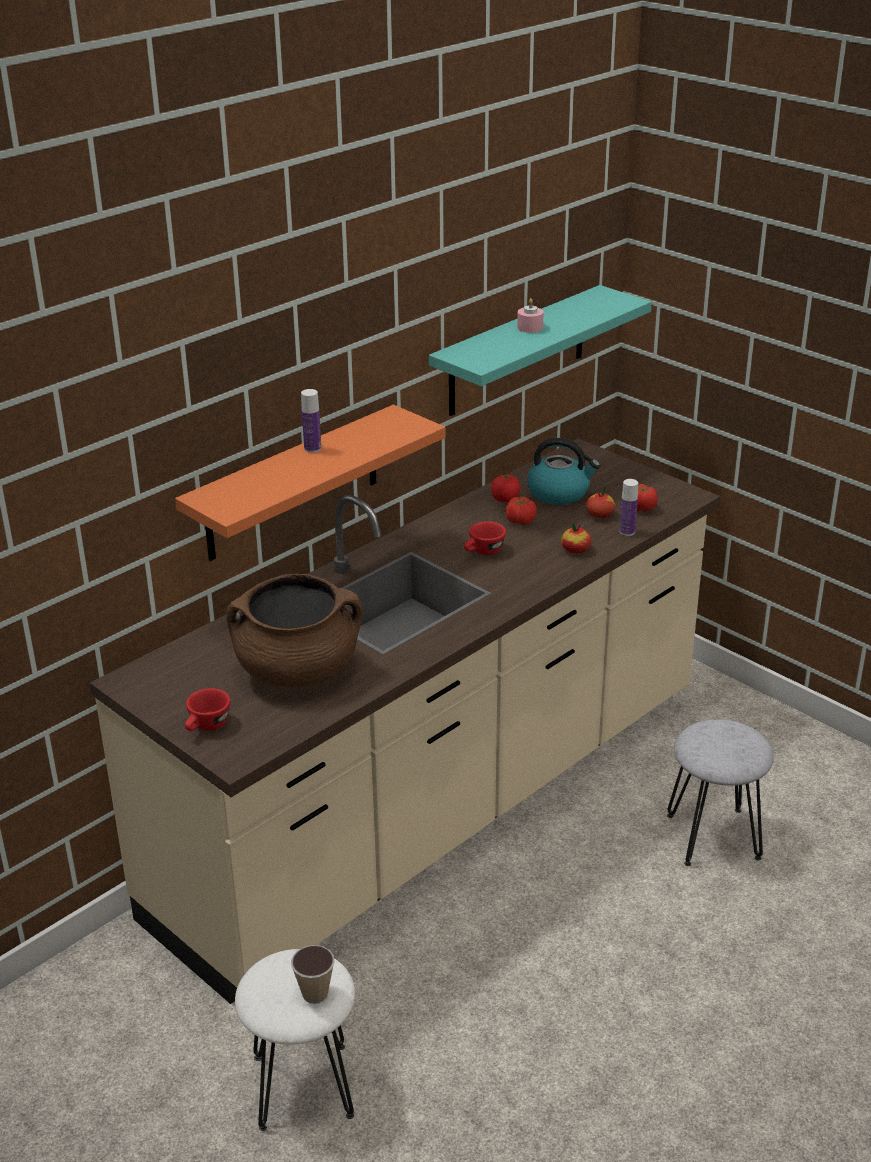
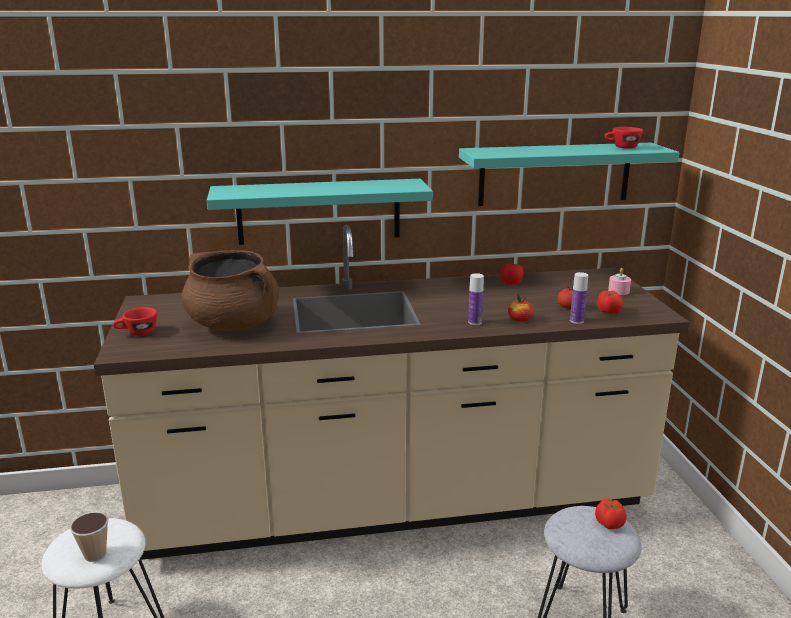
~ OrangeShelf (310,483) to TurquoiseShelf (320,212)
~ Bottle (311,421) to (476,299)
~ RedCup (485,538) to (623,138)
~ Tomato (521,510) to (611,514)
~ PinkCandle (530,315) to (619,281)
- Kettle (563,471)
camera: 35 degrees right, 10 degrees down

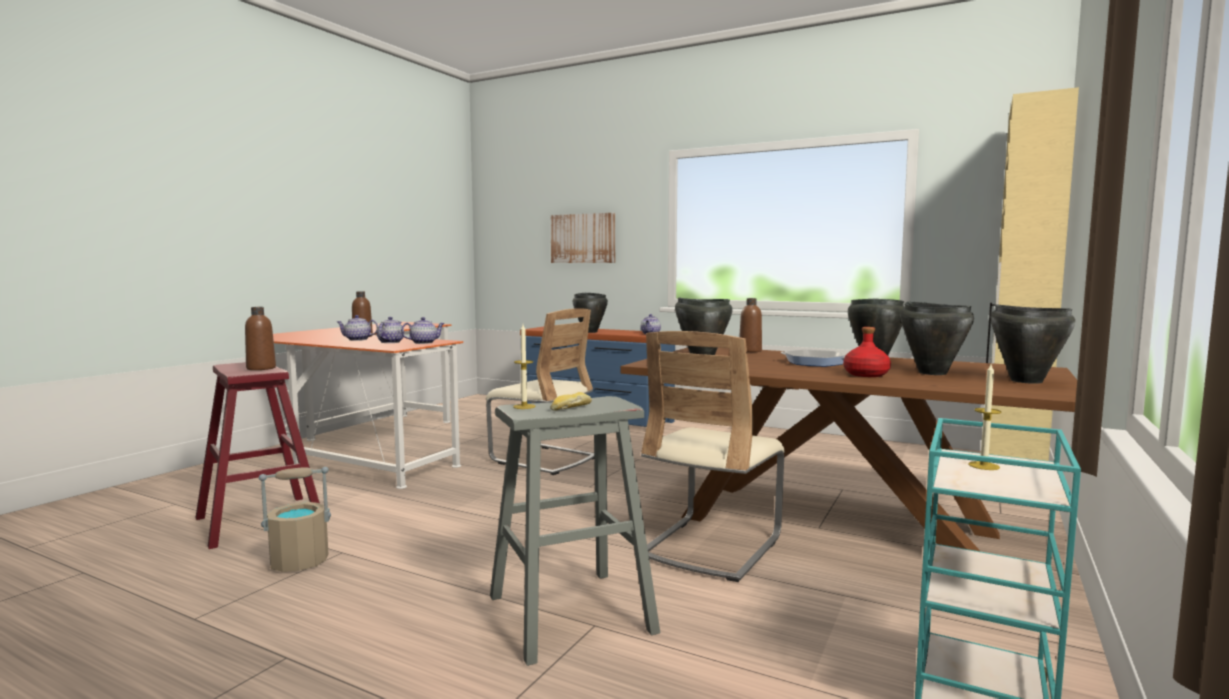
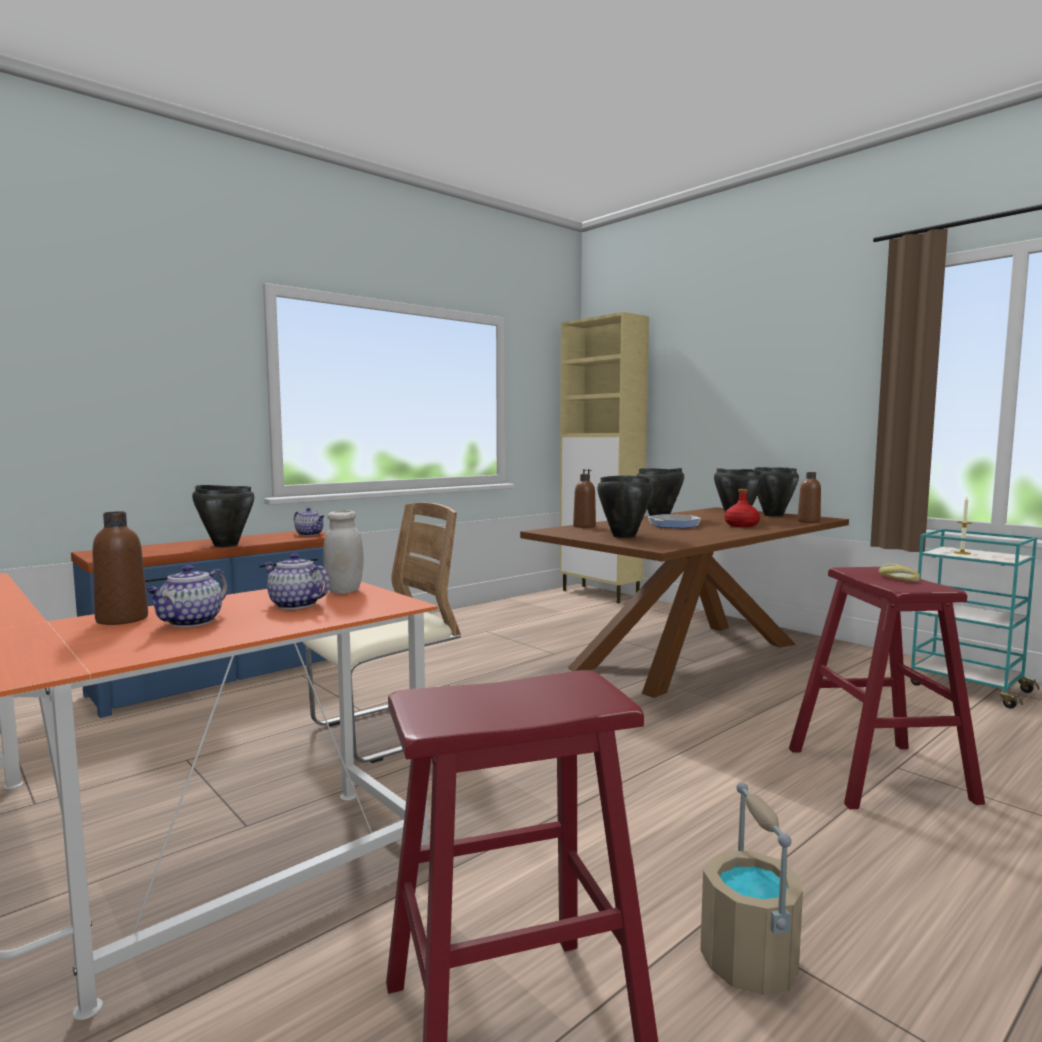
~ BrownBottle (260,338) to (809,497)
~ Teapot (423,330) to WhiteJar (343,552)
~ GreyStool (575,531) to RedStool (887,688)
- Candle (524,366)
- Picture (583,238)
- BeigeChair (713,456)
camera: 70 degrees left, 0 degrees up

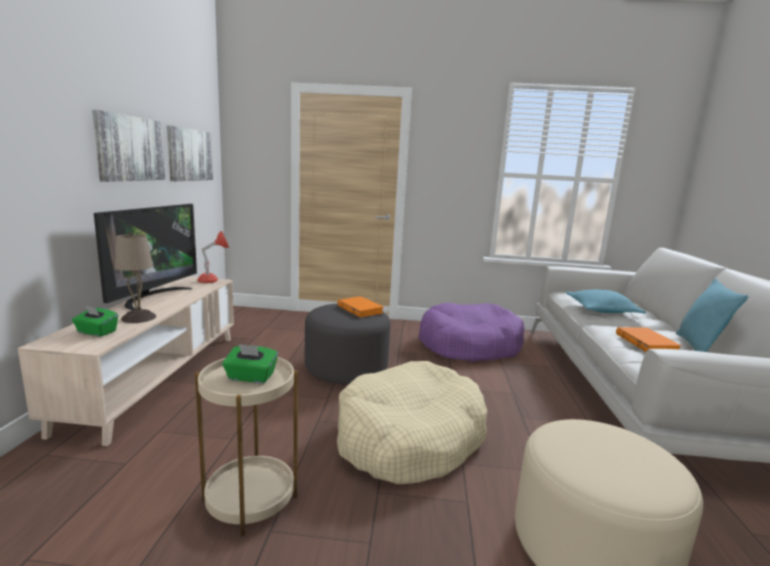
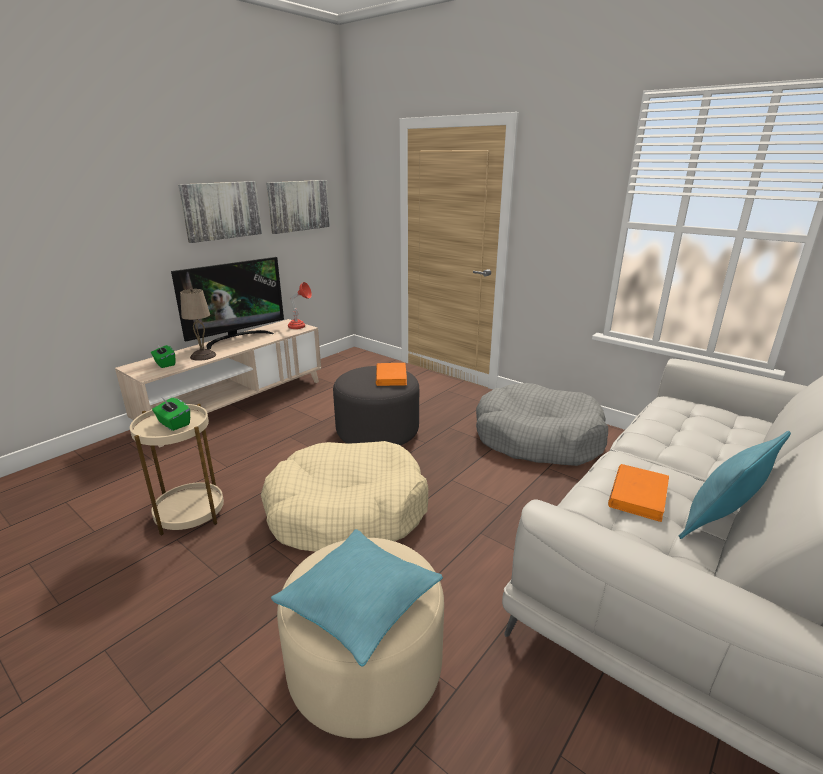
~ PurpleDogBed (471,332) to GreyDogBed (542,424)
~ TurquoisePillow (606,301) to (357,597)
camera: 35 degrees right, 10 degrees up

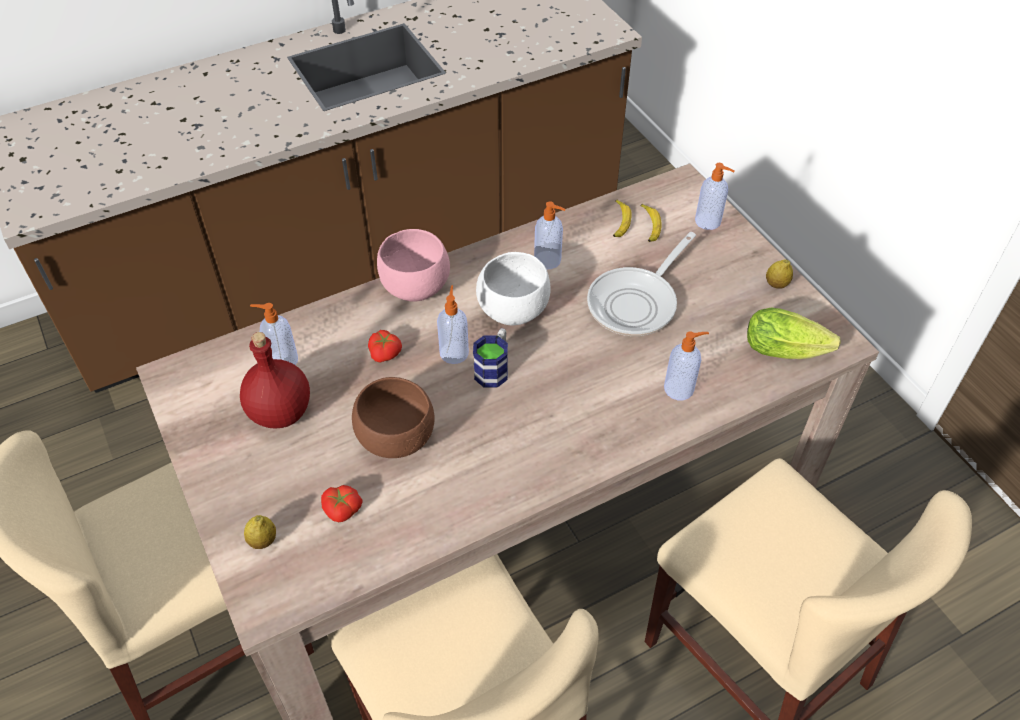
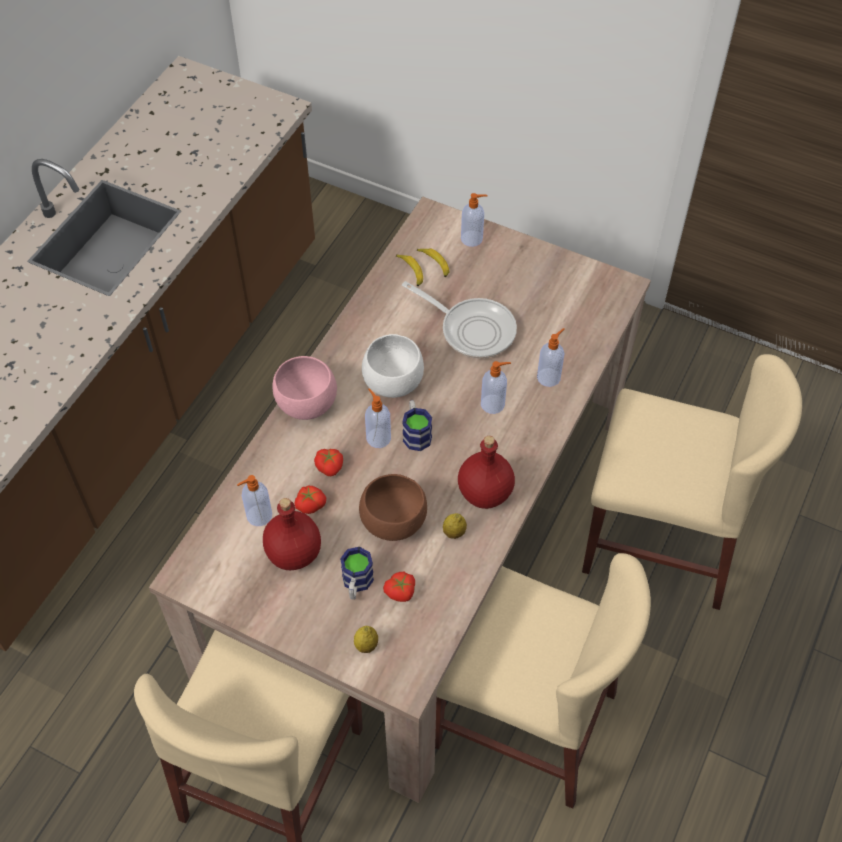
~ SoapDispenser (550,235) to (496,387)
~ FryingPan (641,284) = (459,319) 60 degrees counterclockwise
- Lettuce (794,333)
~ Lemon (779,274) to (455,526)
+ Tomato (310,499)
+ Mug (357,573)
+ RedBottle (486,472)
camera: 35 degrees left, 5 degrees up

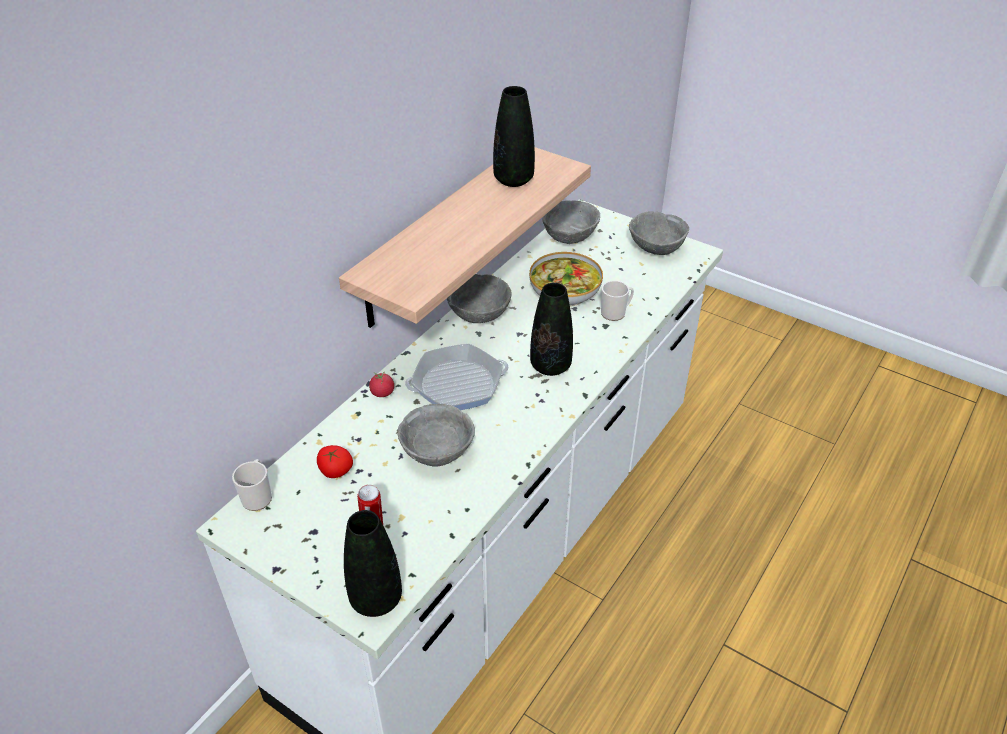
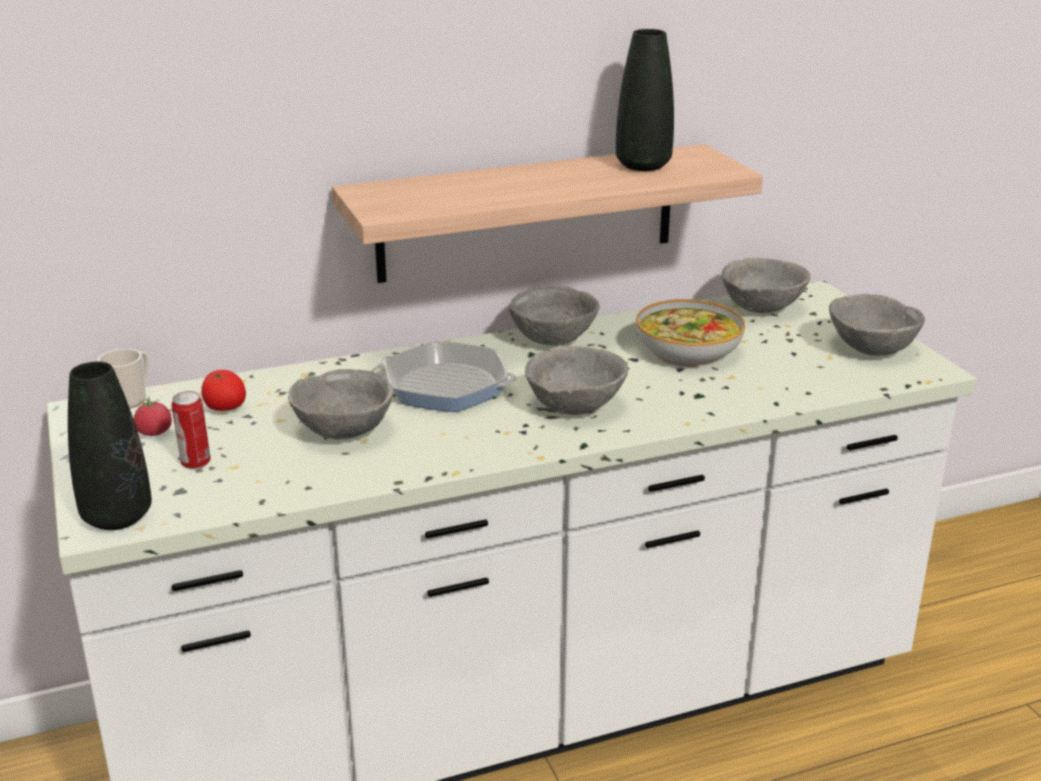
~ Tomato (381,384) to (153,416)
~ BlackVase (551,329) to GreyBowl (576,380)
- Mug (617,301)
camera: 35 degrees right, 15 degrees down

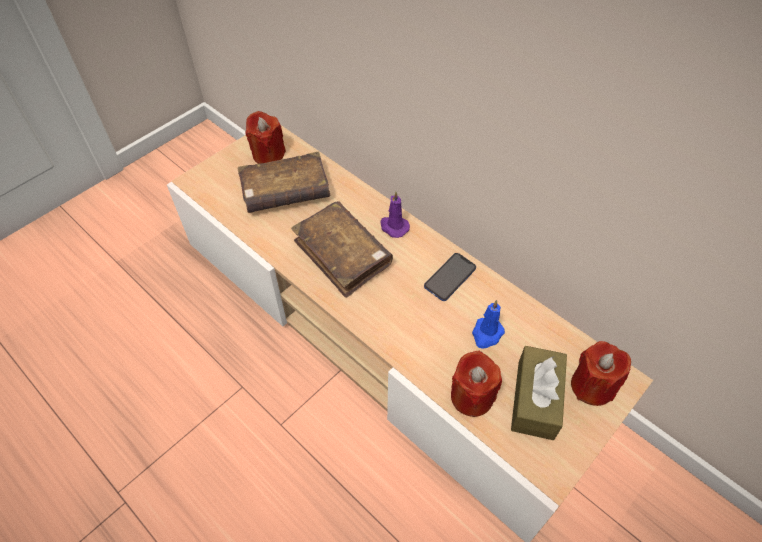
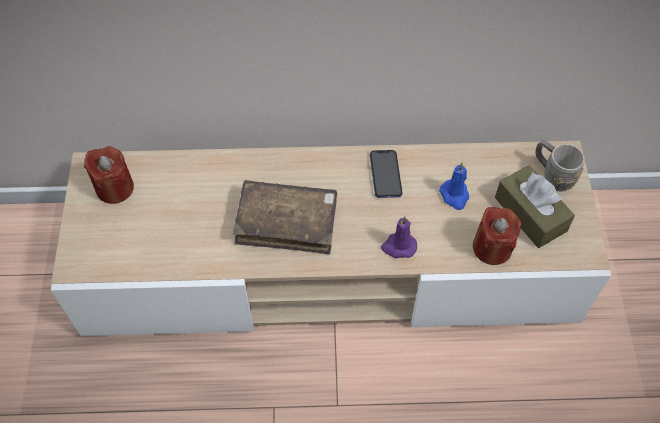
- BrownBook (284,182)
~ PurpleCandle (395,214) to (399,237)
~ RedCandle (601,373) to GreyMug (560,165)
camera: 45 degrees left, 5 degrees up

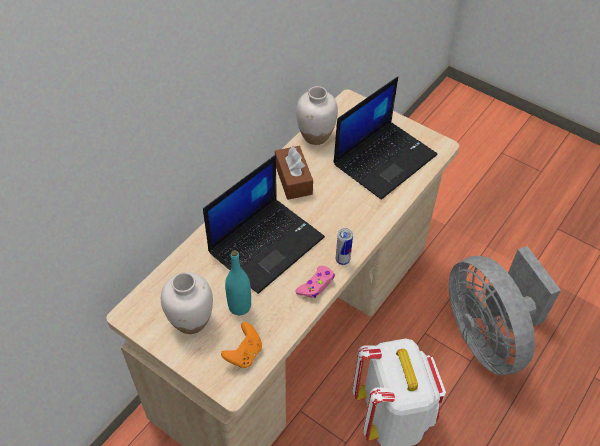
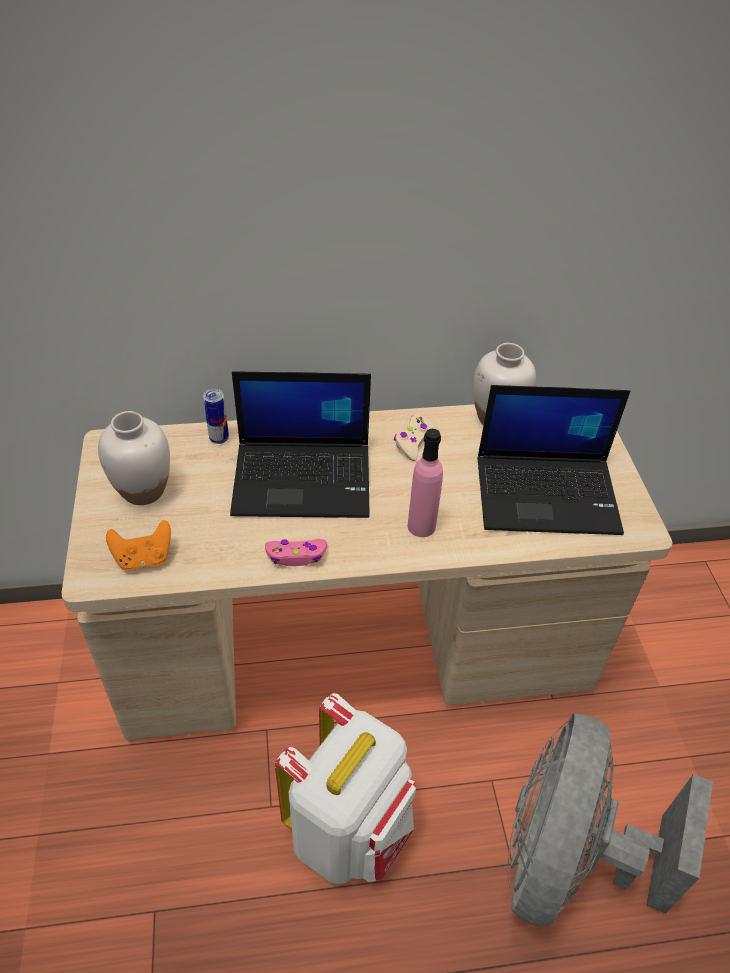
- TurquoiseBottle (238,282)
~ BrownTissueBox (294,173) to BeigeGameController (416,437)
~ Can (344,246) to (216,416)
+ PinkBottle (425,483)
camera: 45 degrees right, 5 degrees down

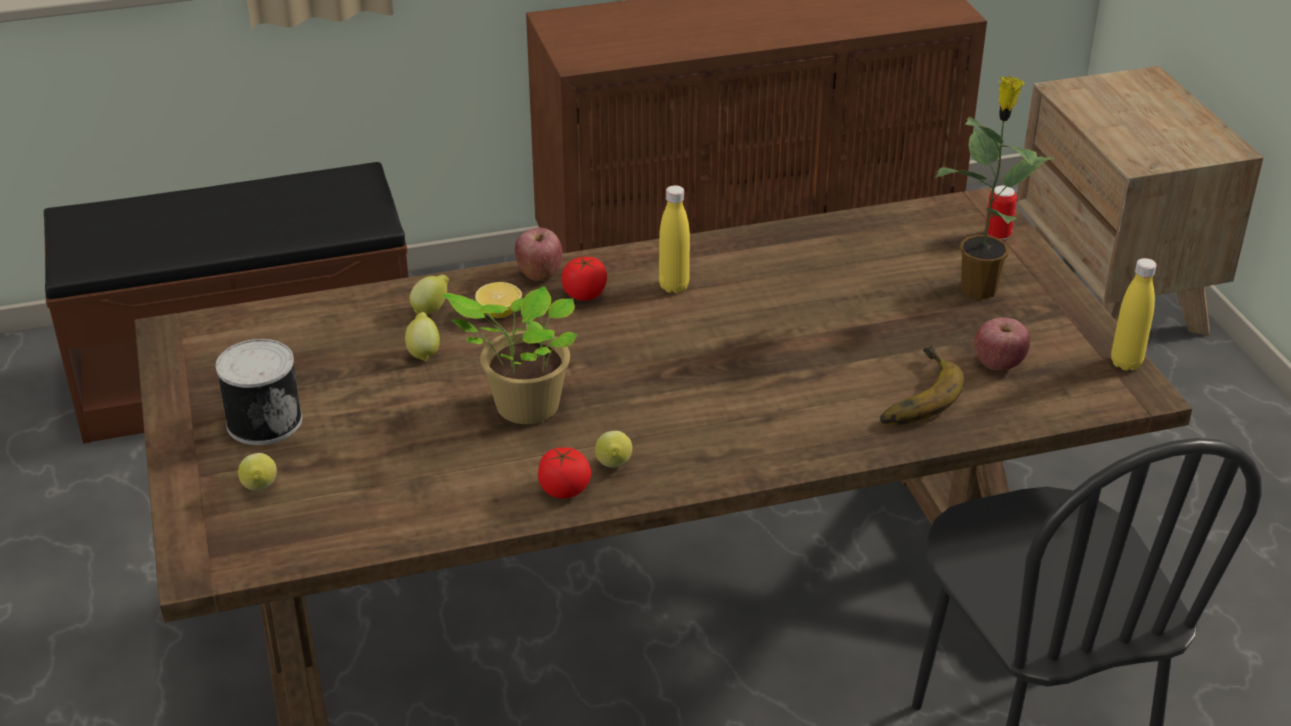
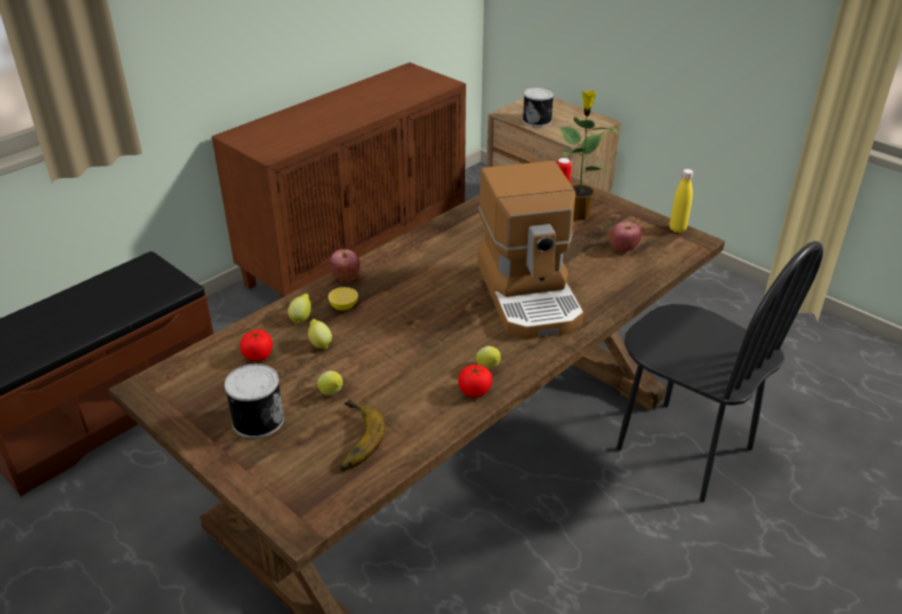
~ Lemon (257,472) to (330,383)
- PottedPlant (509,355)
~ Tomato (584,279) to (256,345)
- YellowBottle (674,239)
~ Banana (922,385) to (362,435)
+ CoffeeMachine (531,250)
+ Can (538,107)
camera: 30 degrees left, 0 degrees up

